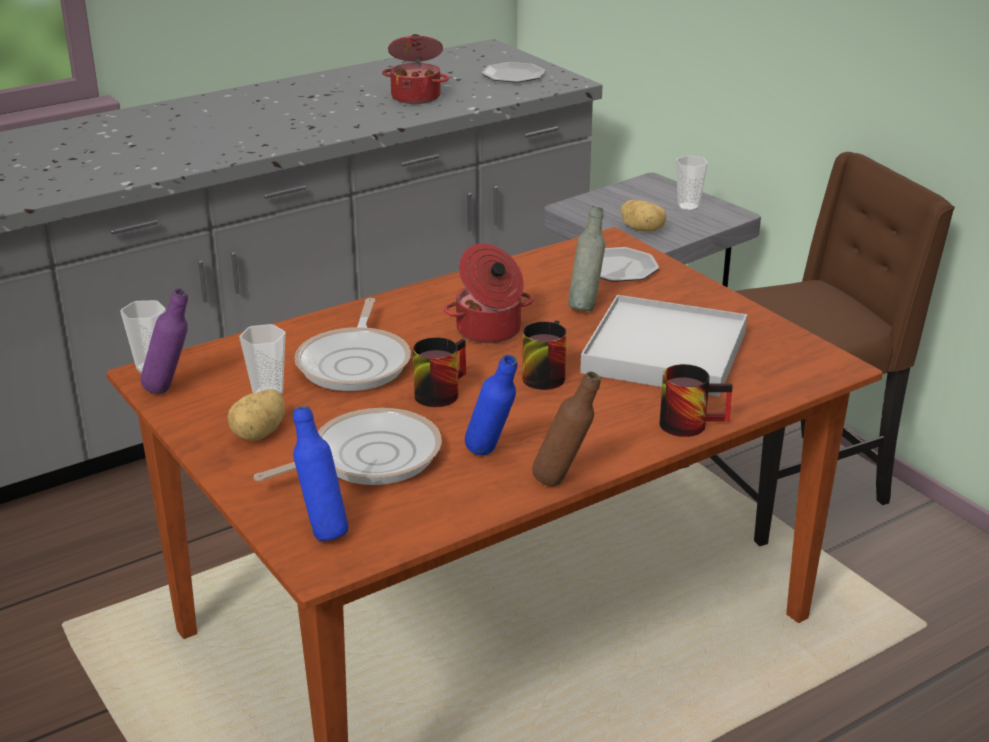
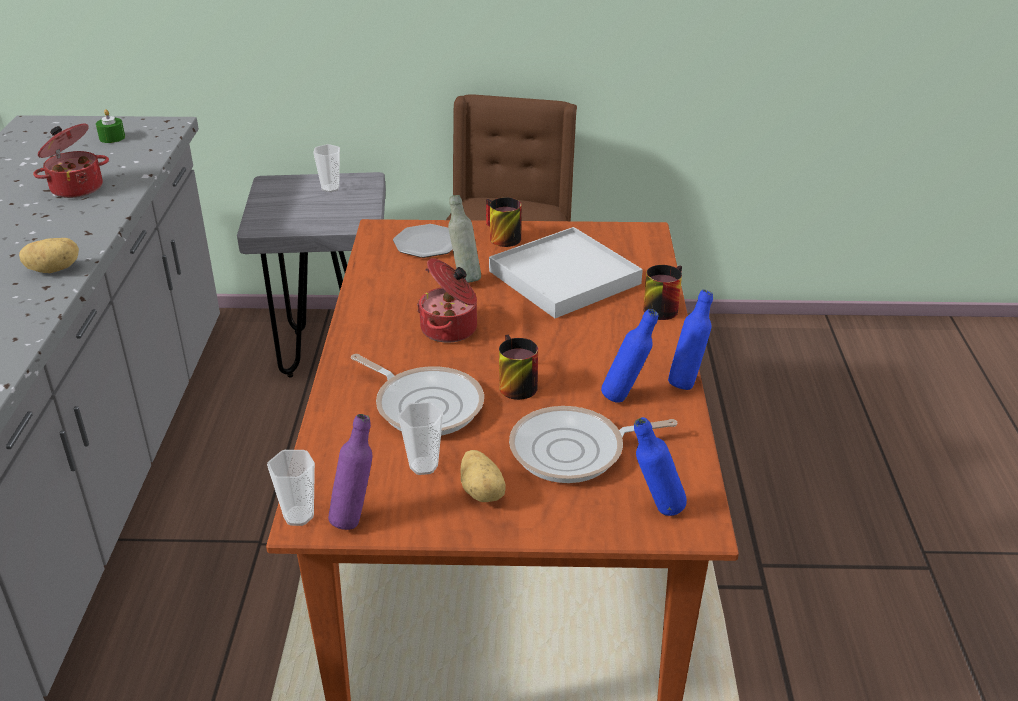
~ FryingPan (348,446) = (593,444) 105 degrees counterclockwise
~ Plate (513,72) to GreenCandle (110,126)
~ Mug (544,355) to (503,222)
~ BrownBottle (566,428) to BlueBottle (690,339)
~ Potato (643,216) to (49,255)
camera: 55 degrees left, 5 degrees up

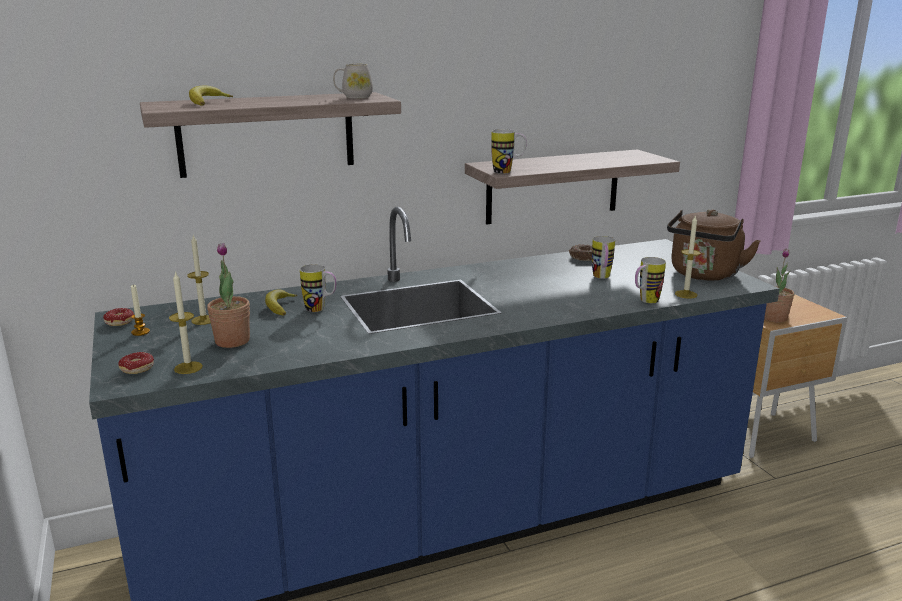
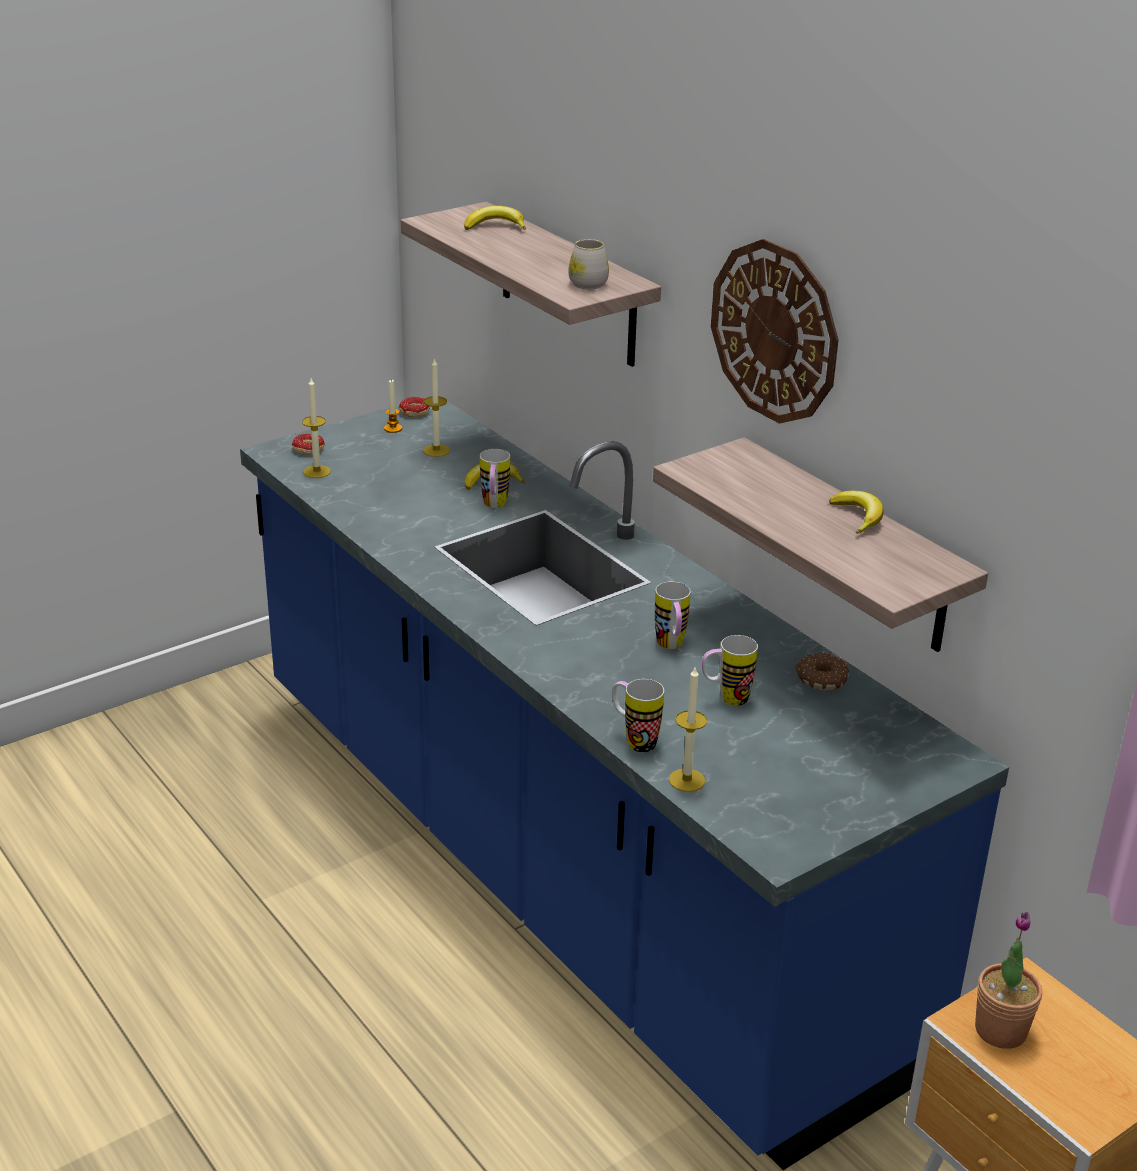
- PottedPlant (228,295)
~ Mug (509,151) to (673,615)
- BrownKettle (714,245)
+ WallClock (774,331)
+ Banana (856,512)
camera: 75 degrees right, 10 degrees up

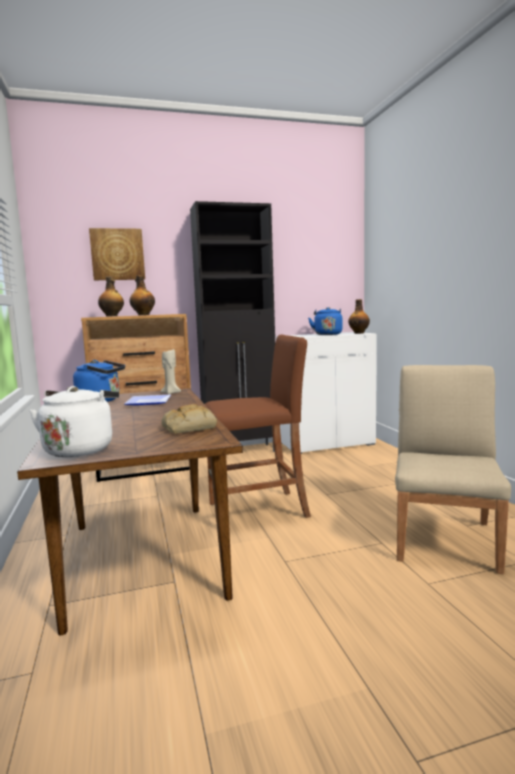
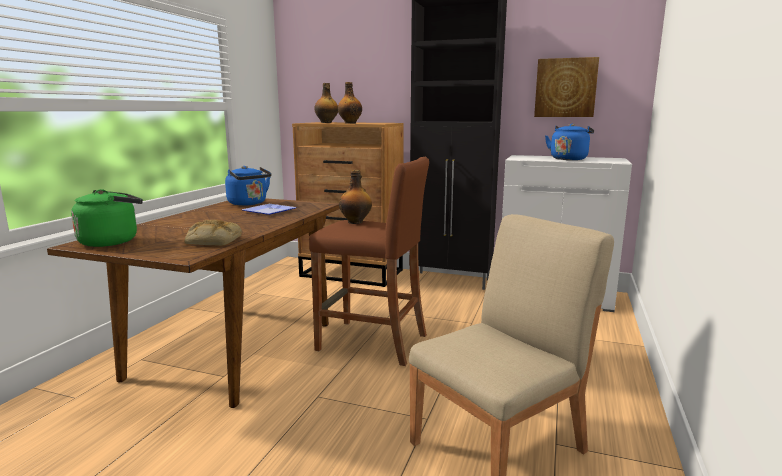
~ WhiteKettle (74,421) to GreenKettle (107,218)
~ Picture (117,254) to (566,87)
- BeigeCandle (170,371)
~ Bottle (359,316) to (355,197)
camera: 35 degrees right, 5 degrees up

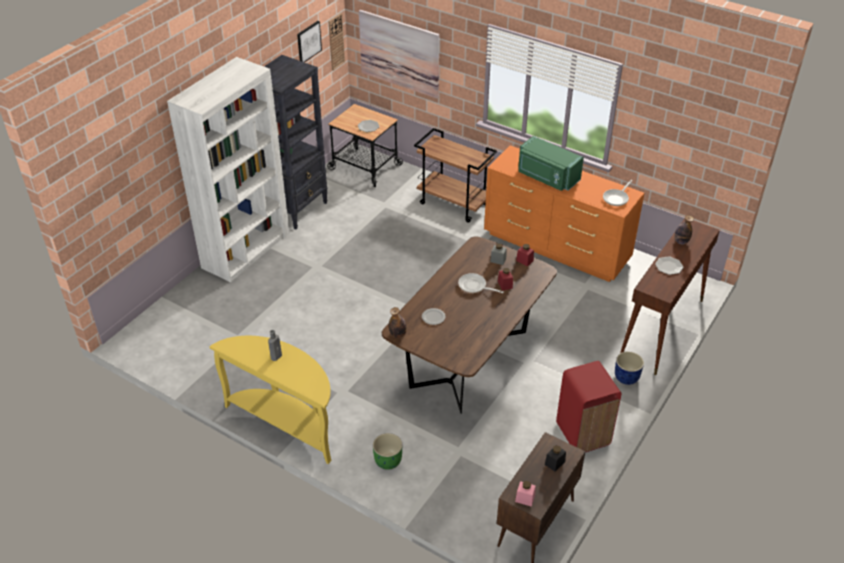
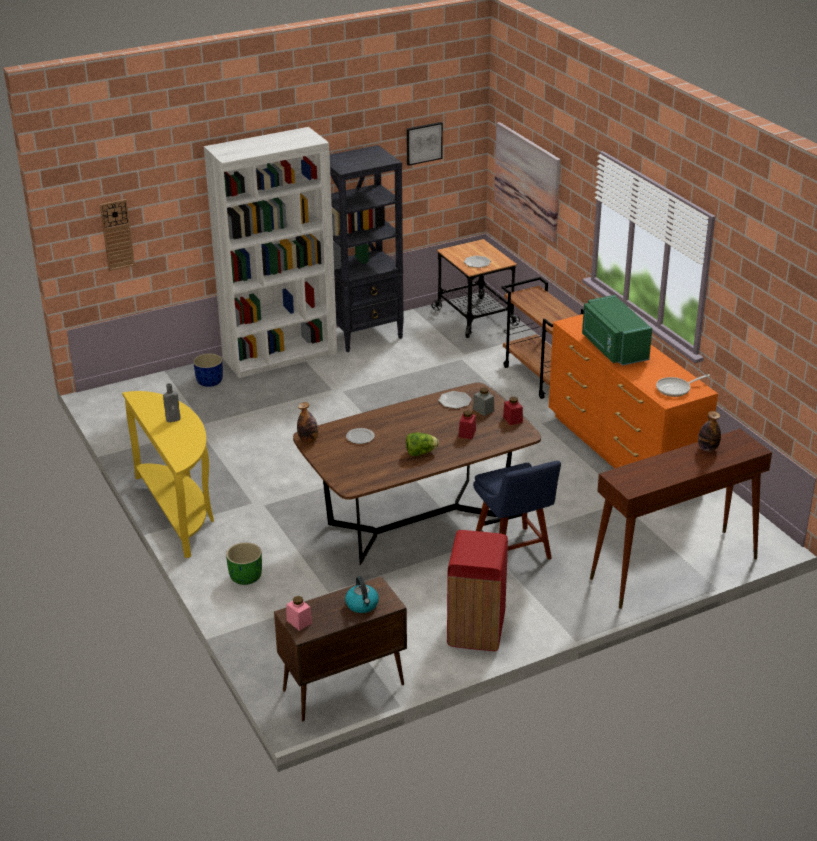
~ WallClock (336,41) to (117,235)
- FryingPan (481,283)
~ BlackJar (555,458) to Kettle (362,594)
~ BluePlanter (629,368) to (208,370)
~ Plate (669,265) to (455,400)
+ Lettuce (422,444)
+ BlueChair (517,510)
camera: 30 degrees right, 10 degrees down

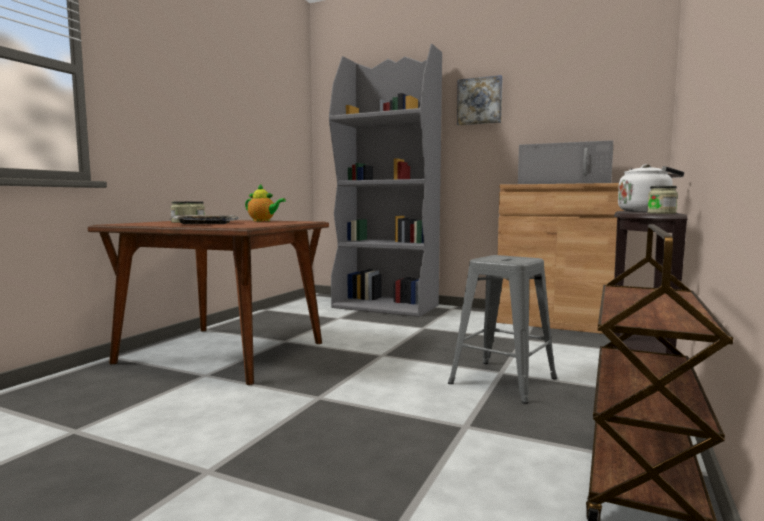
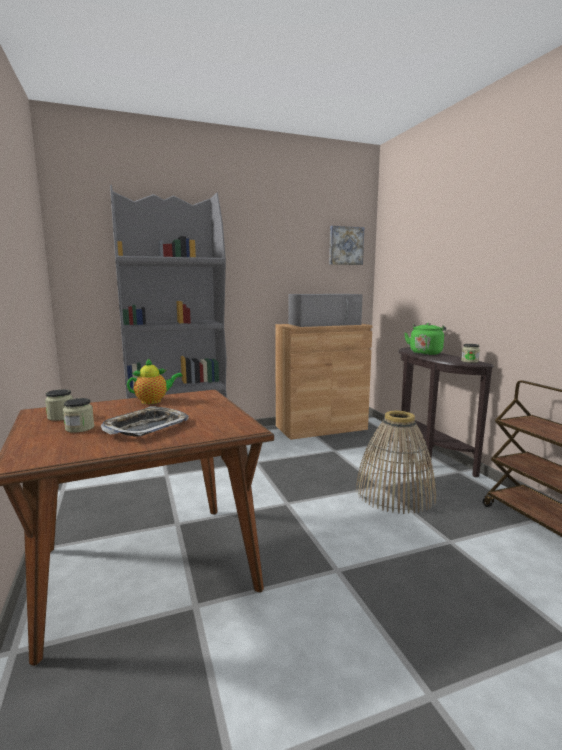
~ GreyStool (502,329) to Basket (396,462)
~ Picture (480,100) to (346,245)
~ WhiteKettle (651,188) to GreenKettle (425,339)
camera: 45 degrees left, 5 degrees up

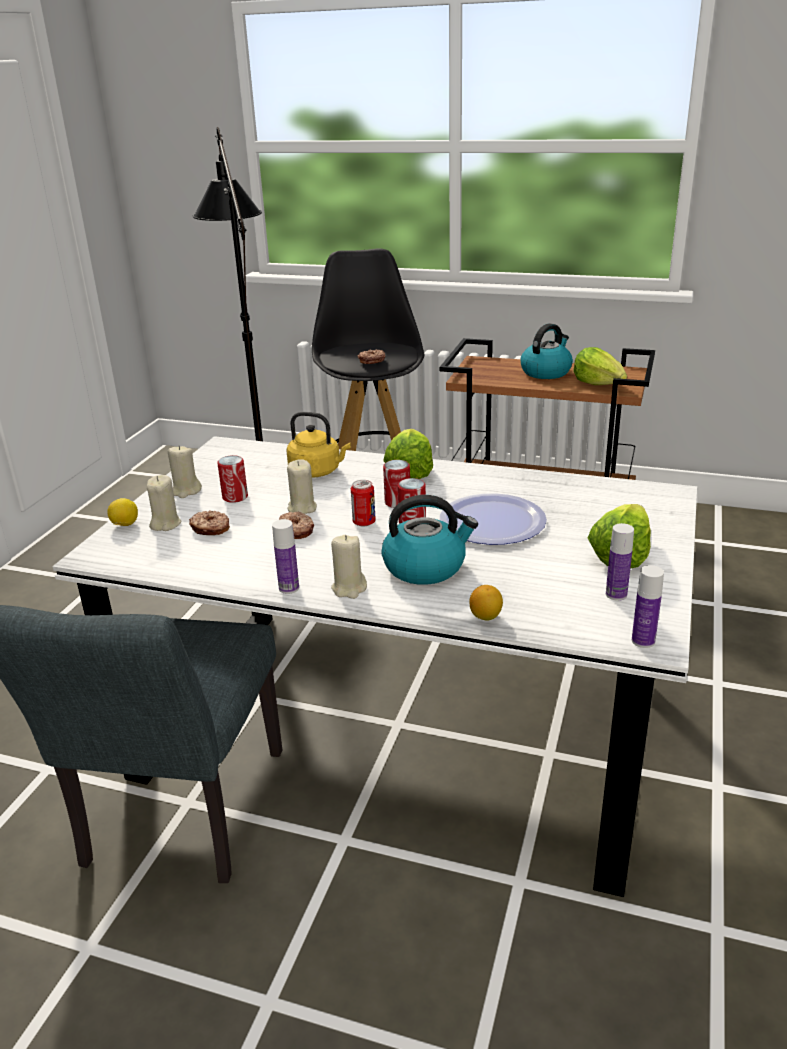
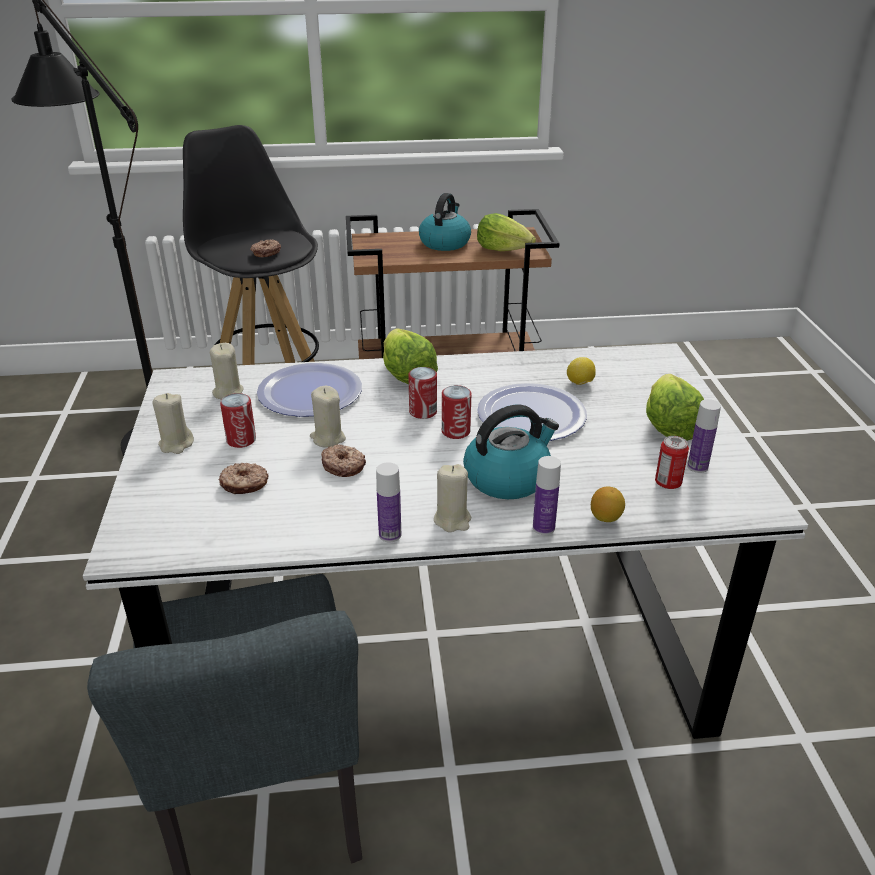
~ Lemon (122,512) to (581,371)
~ BeigeCandle (164,503) to (227,371)
~ YellowKettle (318,445) to Plate (309,390)
~ Can (363,503) to (672,462)
~ Bottle (648,606) to (547,495)
camera: 25 degrees left, 5 degrees up

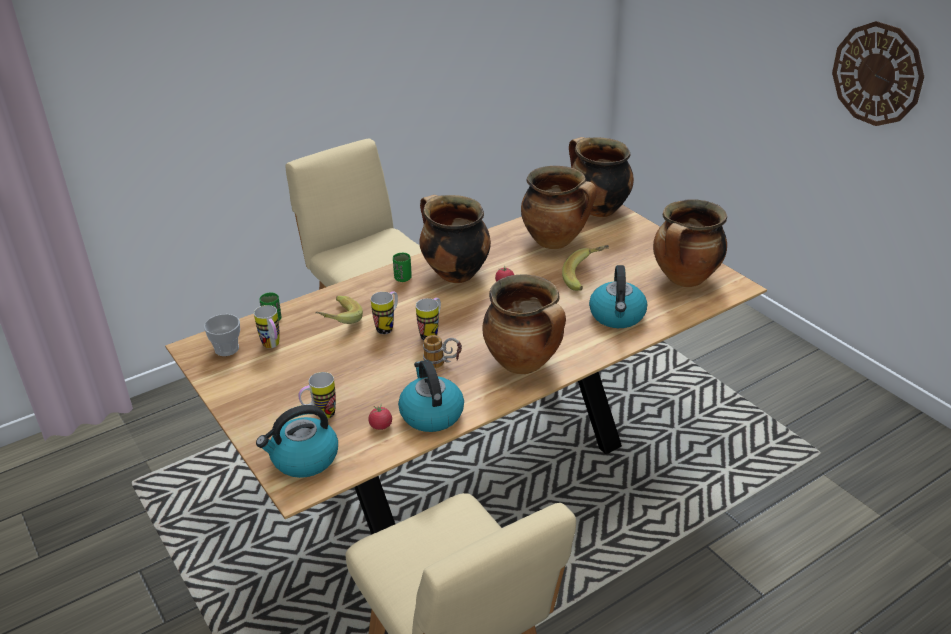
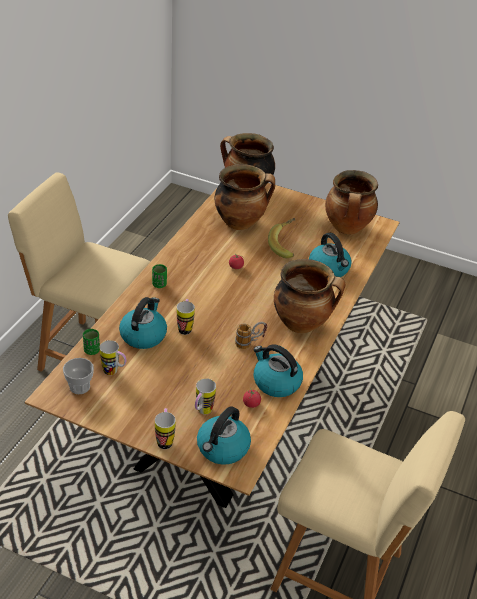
~ Banana (339,310) to Kettle (143,323)
~ Mug (428,319) to (165,428)
- CookingPot (455,239)
- WallClock (878,73)
camera: 35 degrees left, 5 degrees up

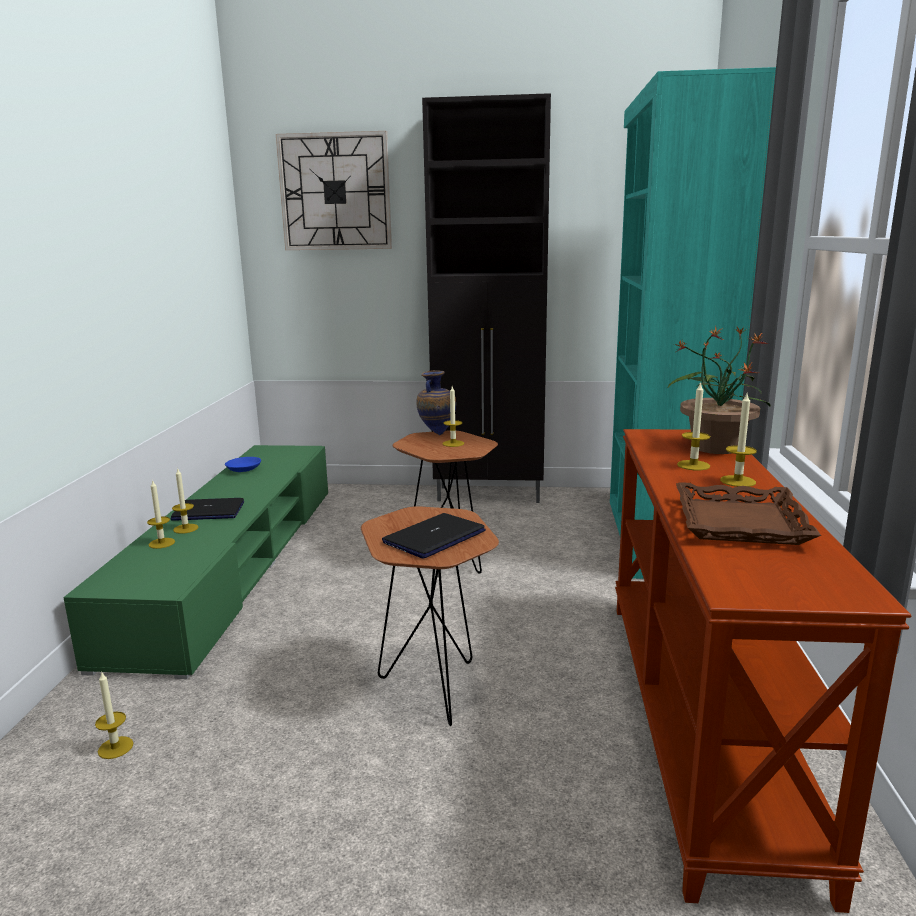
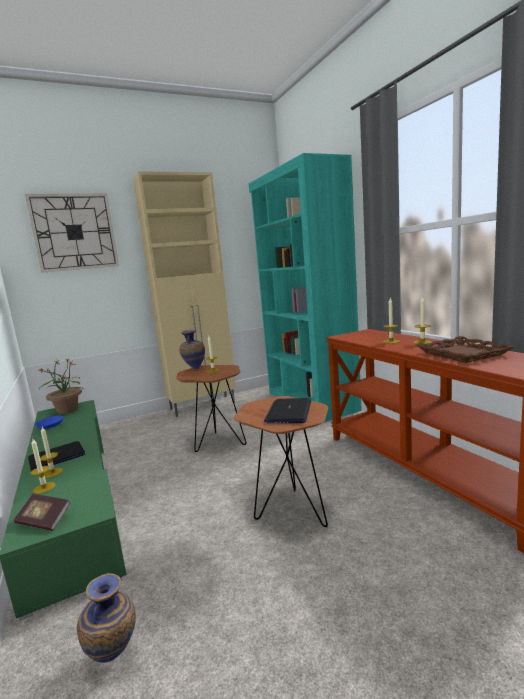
~ Candle (114,715) to Vase (106,618)
~ BlackCabinet (486,298) to BeigeCabinet (184,294)
~ PottedPlant (719,390) to (61,386)
+ Book (42,512)
camera: 30 degrees left, 5 degrees down

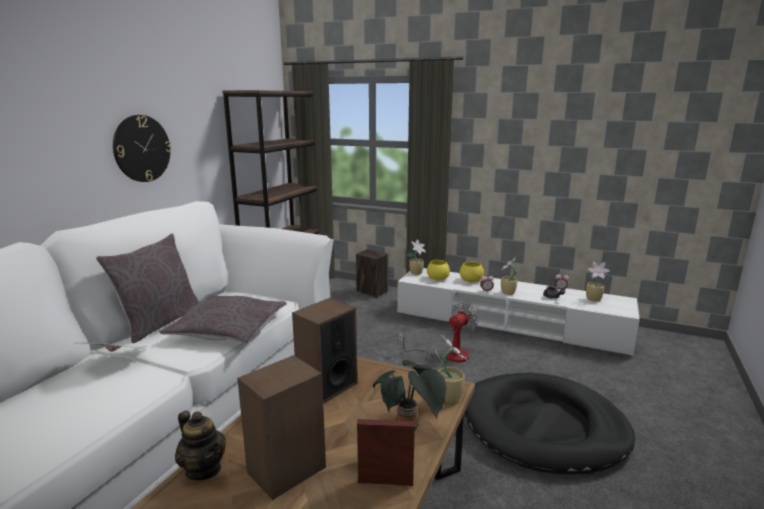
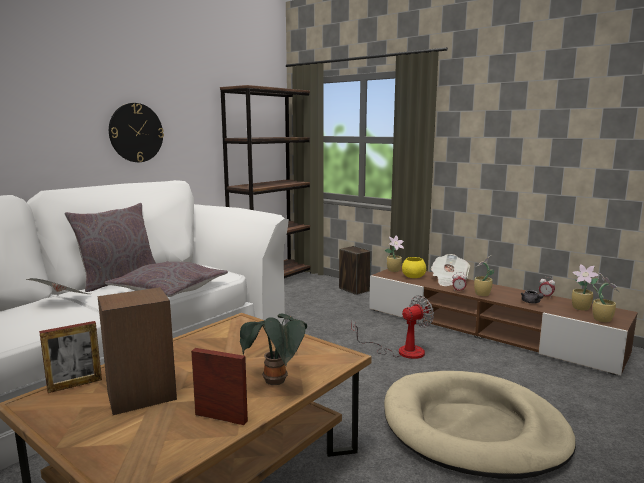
~ Teapot (200,445) to PictureFrame (70,357)
- Speaker (324,351)
~ WhiteTvStand (518,312) to BrownTvStand (503,321)
~ PottedPlant (451,369) to (606,297)
~ YellowBowl (472,272) to Newspaper (450,270)
~ BlackDogBed (549,423) to BeigeDogBed (480,425)
camera: 15 degrees right, 5 degrees down

